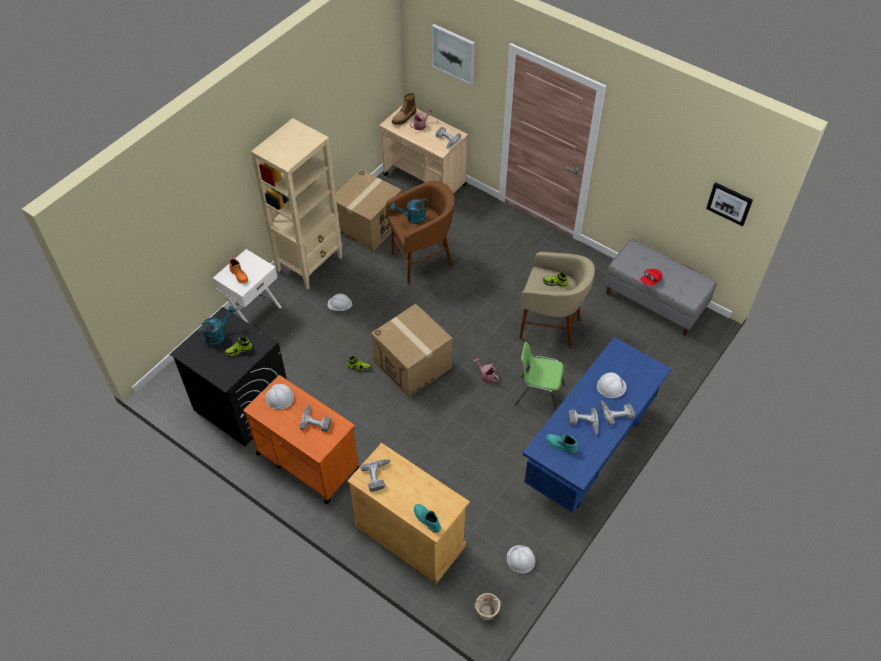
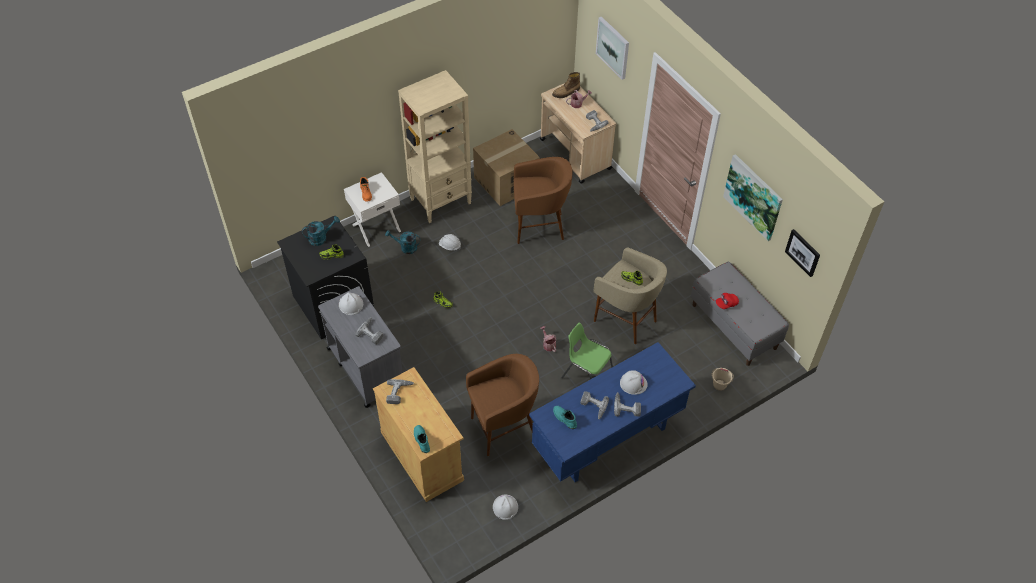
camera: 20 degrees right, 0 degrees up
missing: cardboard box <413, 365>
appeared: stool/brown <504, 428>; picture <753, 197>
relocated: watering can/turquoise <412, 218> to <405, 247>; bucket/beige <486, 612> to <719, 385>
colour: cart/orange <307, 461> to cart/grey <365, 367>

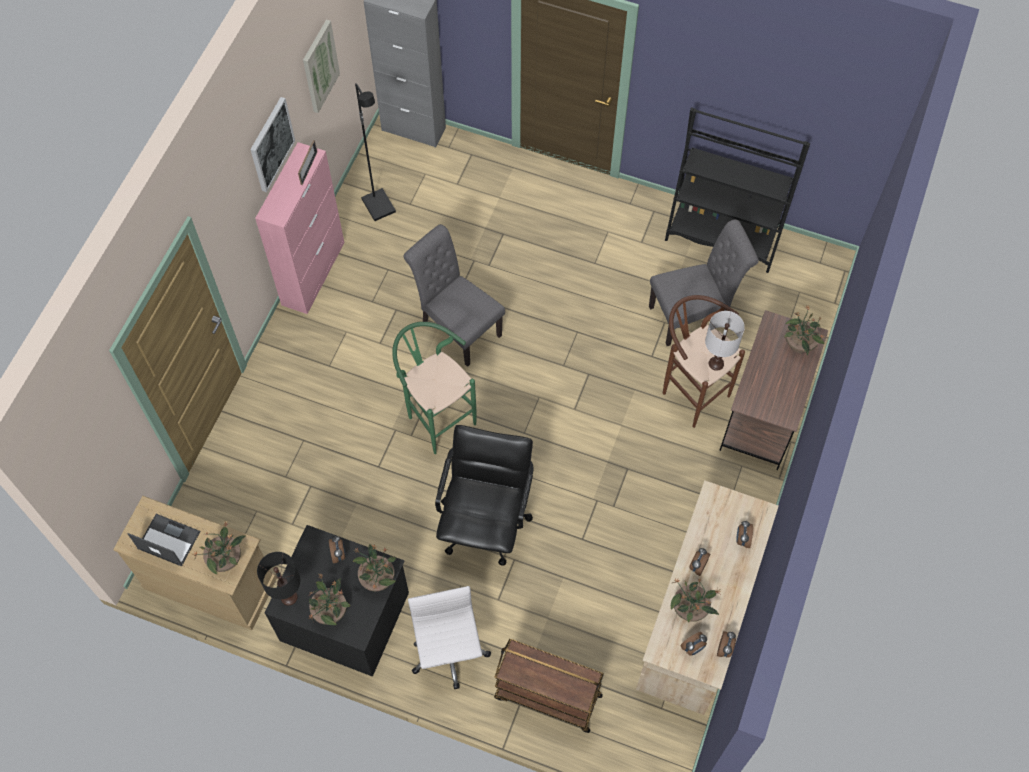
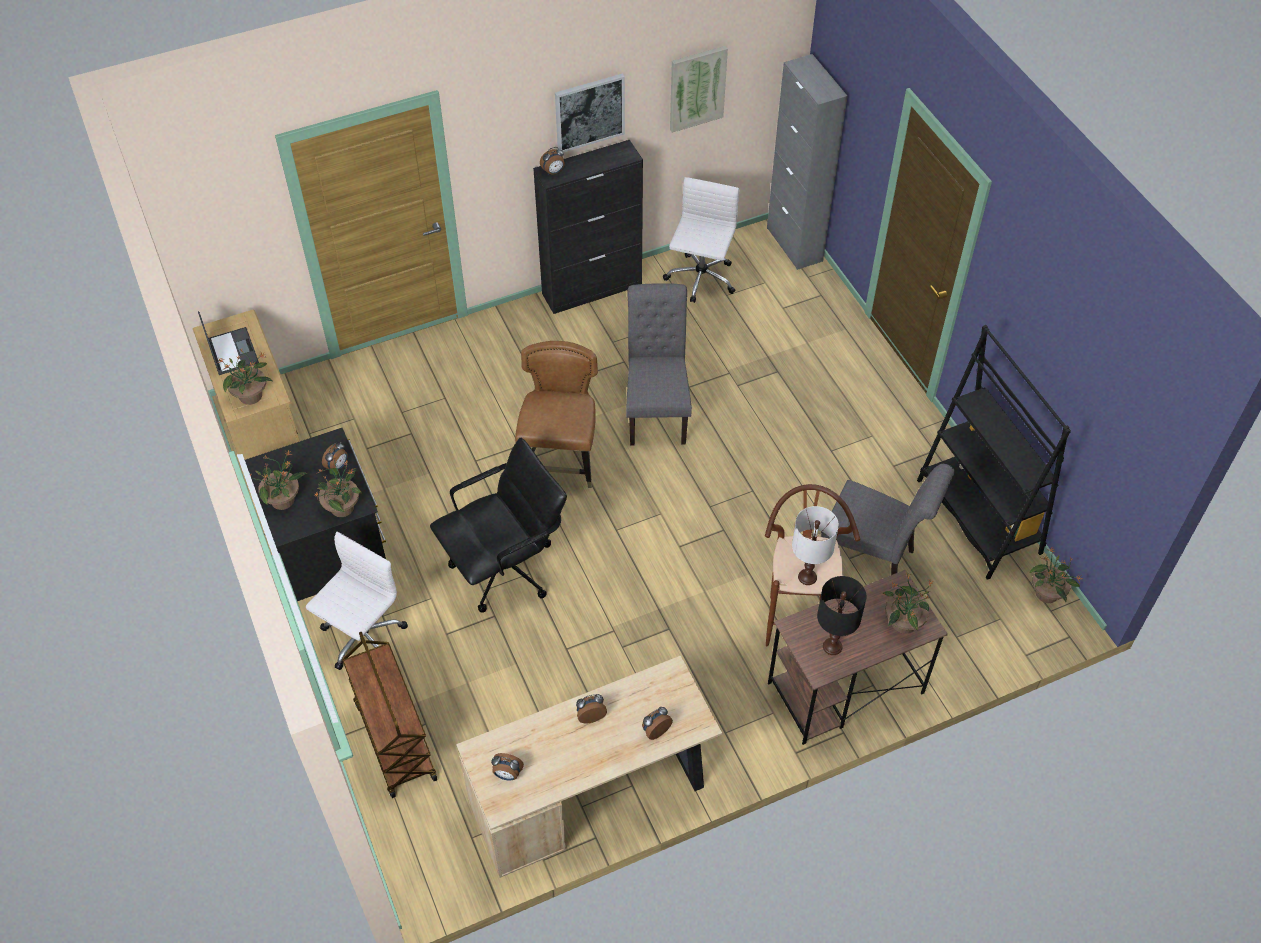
camera: 45 degrees right, 10 degrees down
missing: picture frame <309, 168>
relocated: alarm clock <725, 649> to <553, 172>; table lamp/black <289, 597> to <832, 647>; potted plant <690, 609> to <1047, 594>
exchanged: stool/green <437, 417> to chair/brown <561, 462>; floor lamp/black <379, 206> to office chair/white <700, 279>
colour: cabinet/pink <313, 273> to cabinet/black <592, 289>

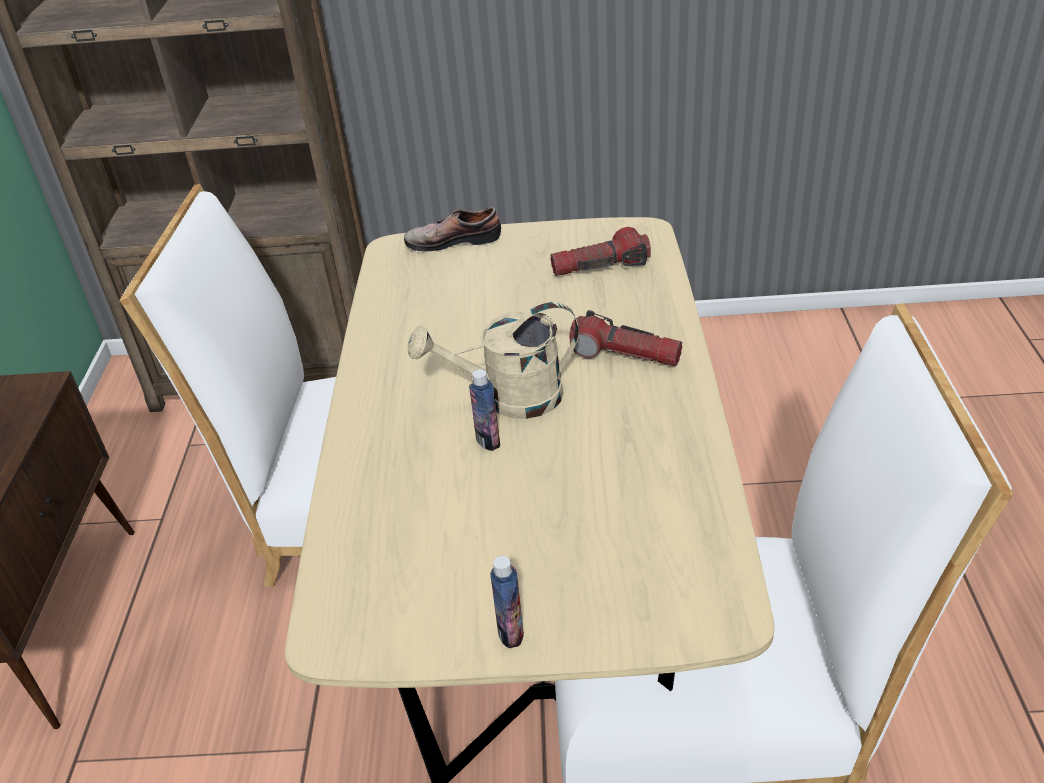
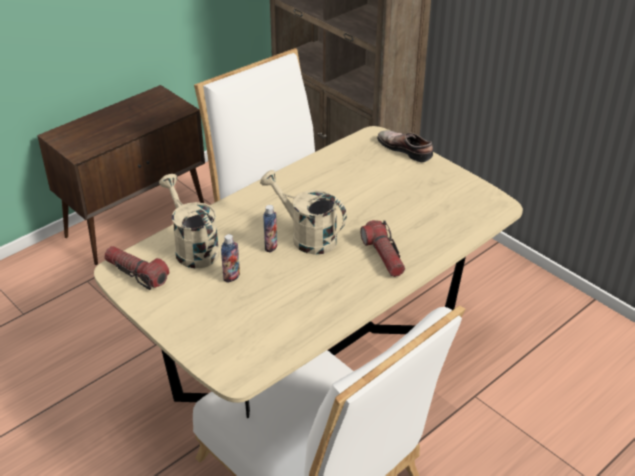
camera: 45 degrees right, 0 degrees up
appeared: watering can/beige <193, 248>
relocated: flashlight <600, 267> to <137, 273>; bottle <510, 632> to <231, 277>

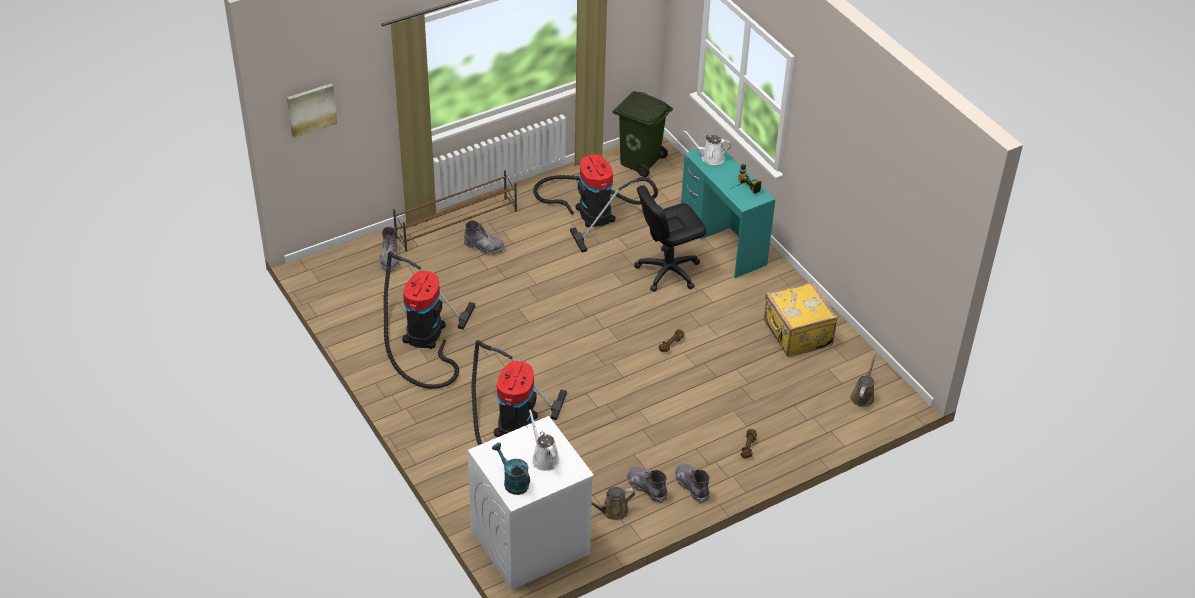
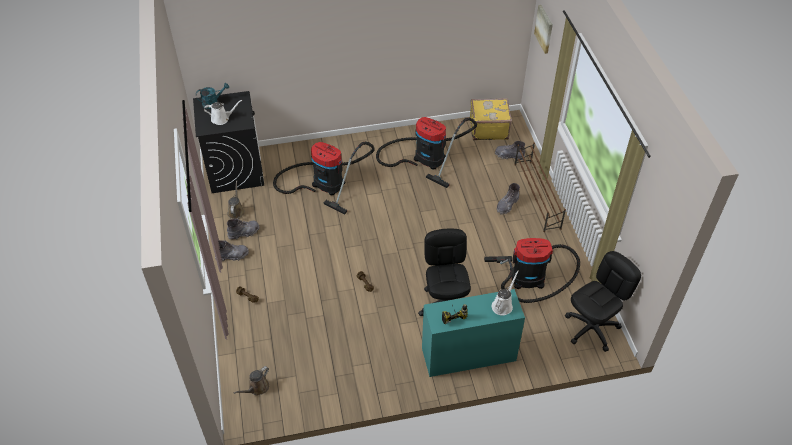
camera: 110 degrees right, 5 degrees up
relocated: suitcase/yellow <796, 334> to <488, 129>
exchanged: trash can/green <640, 161> to office chair/black <592, 328>
colour: washing machine/white <529, 542> to washing machine/black <235, 170>
spun: watering can/brown <863, 396> = <257, 388> 90 degrees clockwise

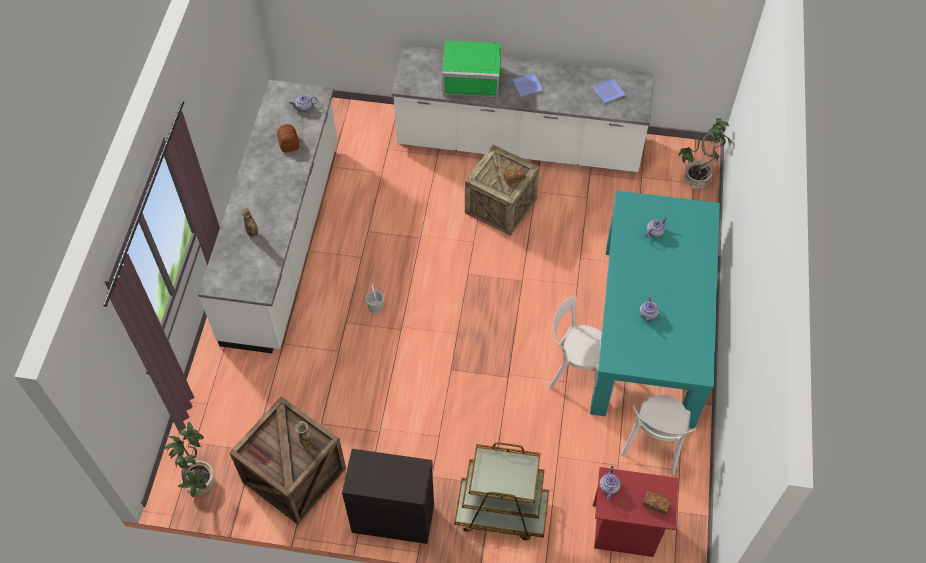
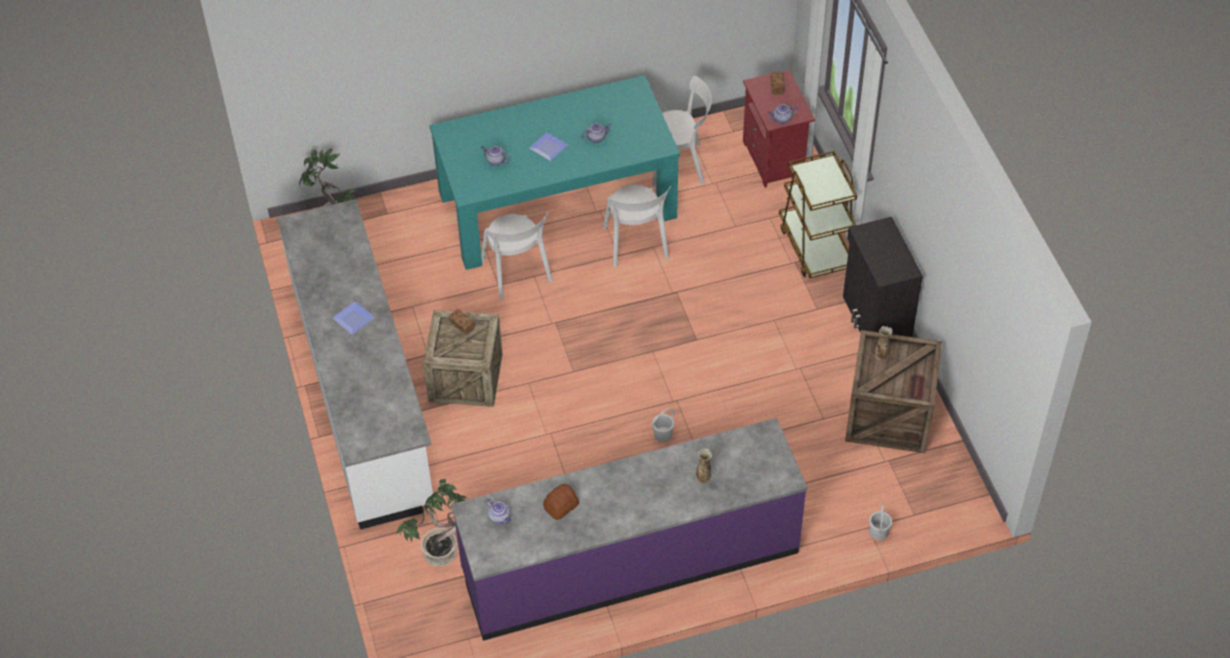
camera: 115 degrees left, 5 degrees down
missing: microwave/green <472, 77>
appeared: chair/white <517, 274>; bucket/white <879, 531>
relocated: potted plant <201, 482> to <440, 551>; plate <608, 91> to <548, 149>
colour: counter/white <284, 241> to counter/purple <630, 561>

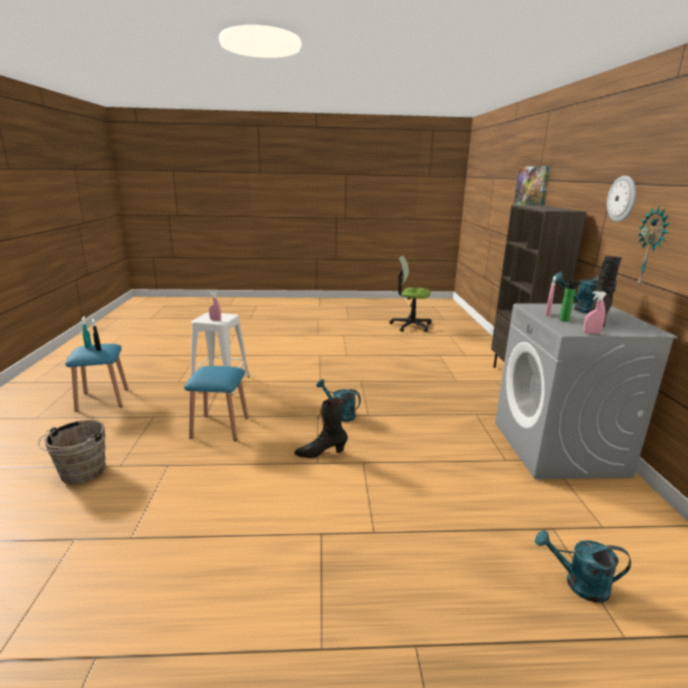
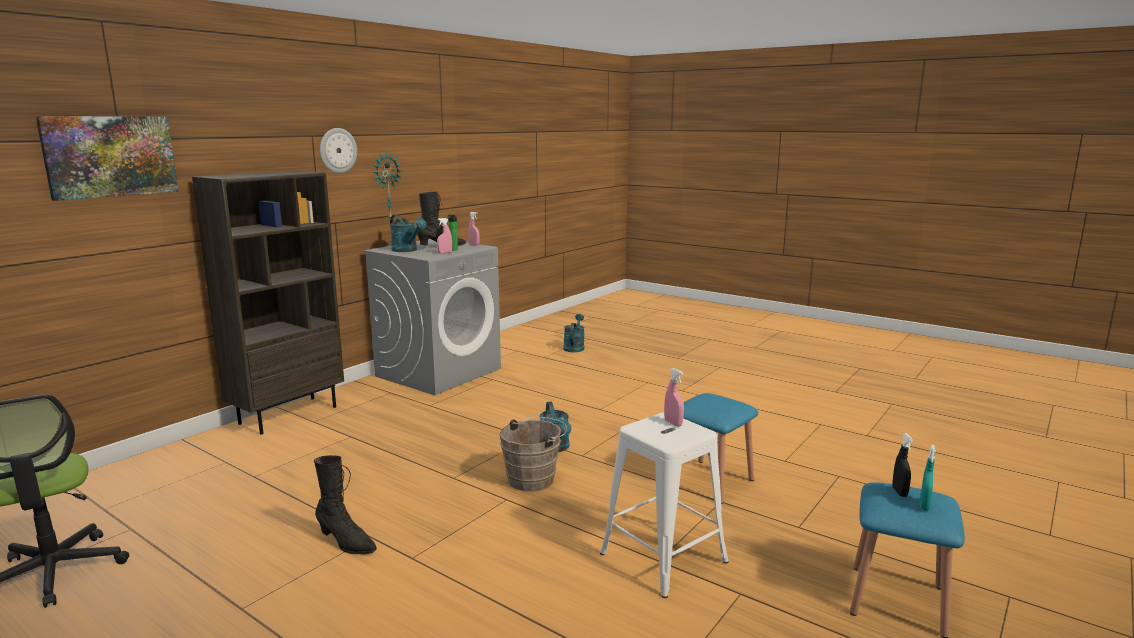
camera: 140 degrees left, 5 degrees down
relocated: boot/black <320, 453> to <346, 543>; bucket/brown <80, 474> to <534, 478>
spun: watering can/turquoise <578, 584> = <574, 347> 135 degrees counterclockwise

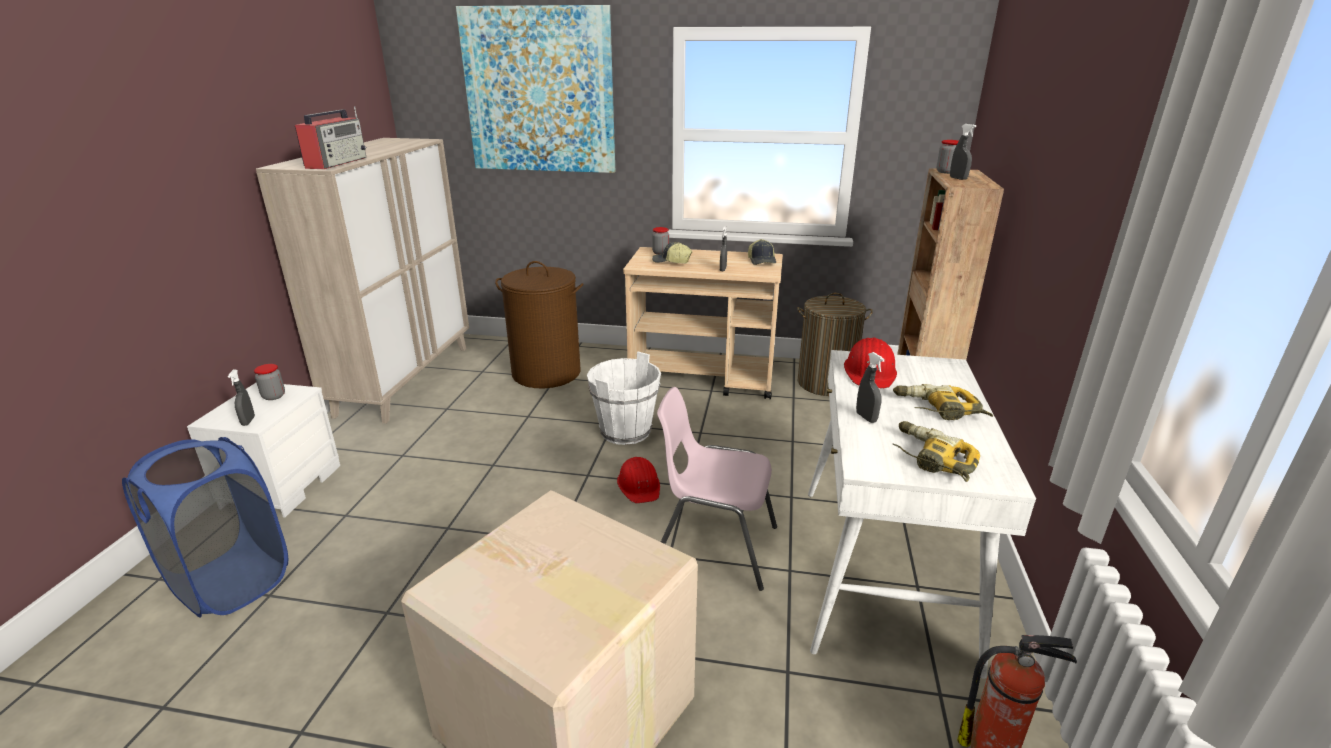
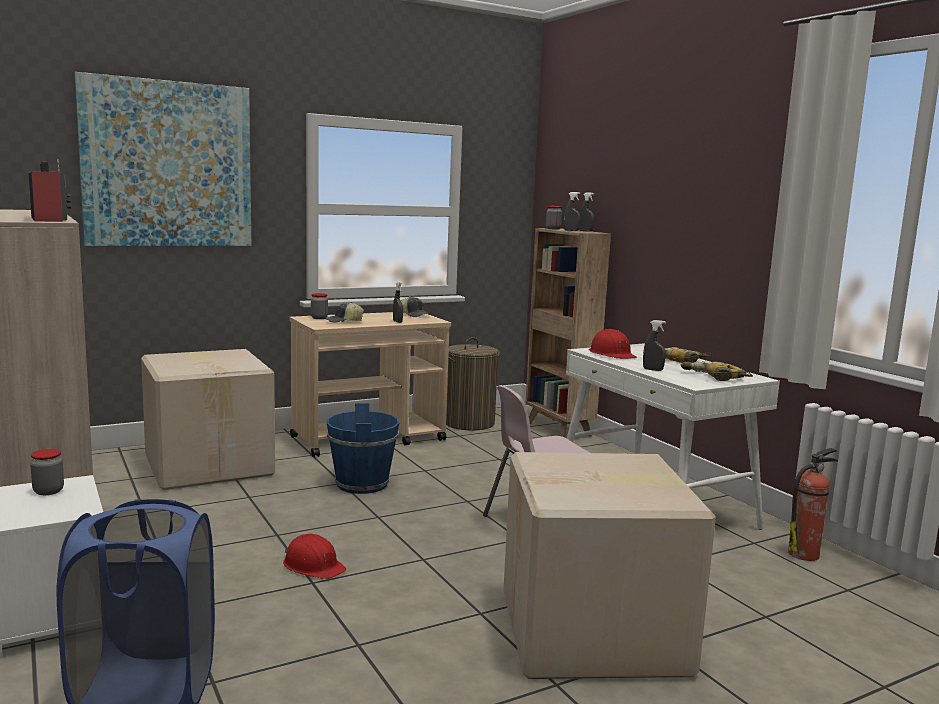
camera: 40 degrees left, 15 degrees down
relocated: hard hat/red <639, 485> to <313, 566>; spray bottle/grey <248, 421> to <585, 231>
exchanged: laundry basket/brown <546, 373> to cardboard box <210, 465>
colour: bucket/white <626, 432> to bucket/blue <362, 484>

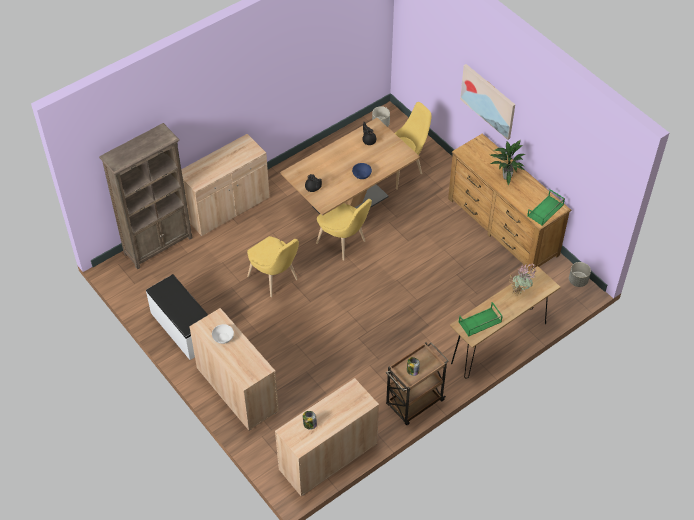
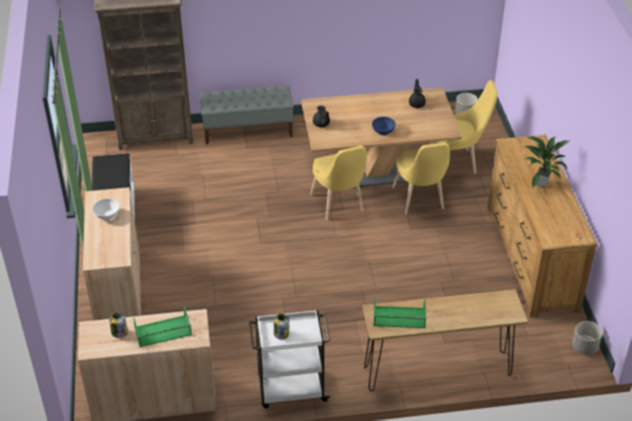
camera: 30 degrees right, 10 degrees down
missing: picture <488, 101>; potted plant <520, 291>
relocated: tray/green <545, 211> to <162, 332>; chair/yellow <275, 280> to <420, 200>
exchanged: cabinet/beige <227, 207> to bench/grey <248, 130>
colour: cart/brown <414, 403> to cart/white <290, 389>

